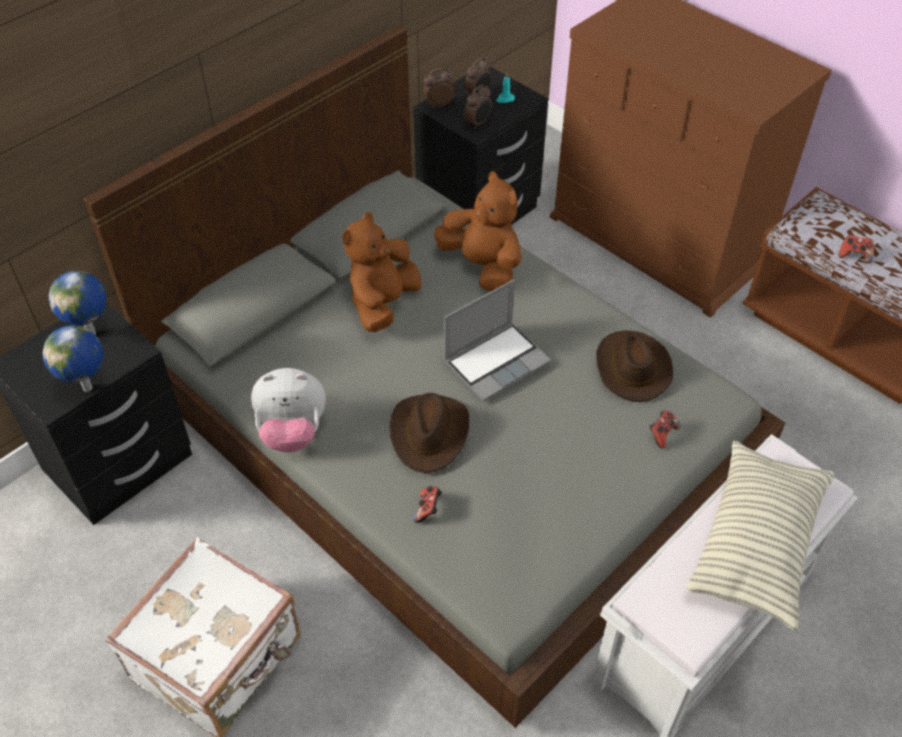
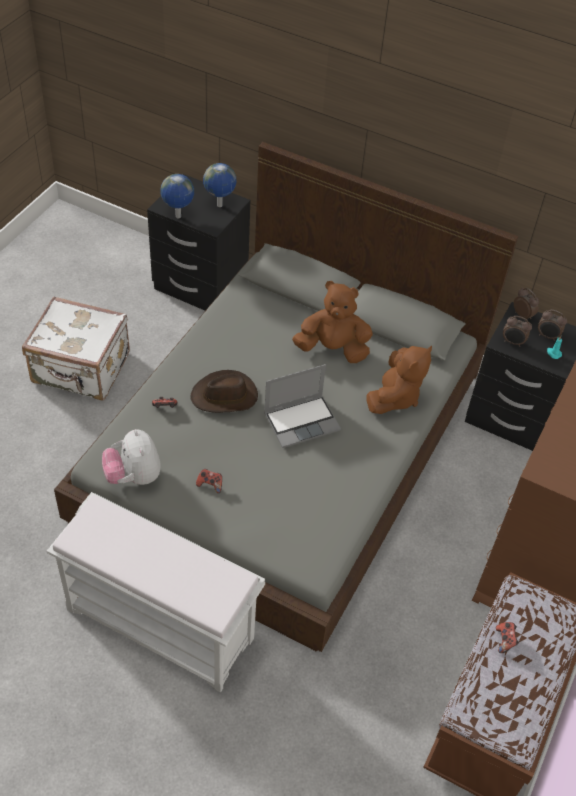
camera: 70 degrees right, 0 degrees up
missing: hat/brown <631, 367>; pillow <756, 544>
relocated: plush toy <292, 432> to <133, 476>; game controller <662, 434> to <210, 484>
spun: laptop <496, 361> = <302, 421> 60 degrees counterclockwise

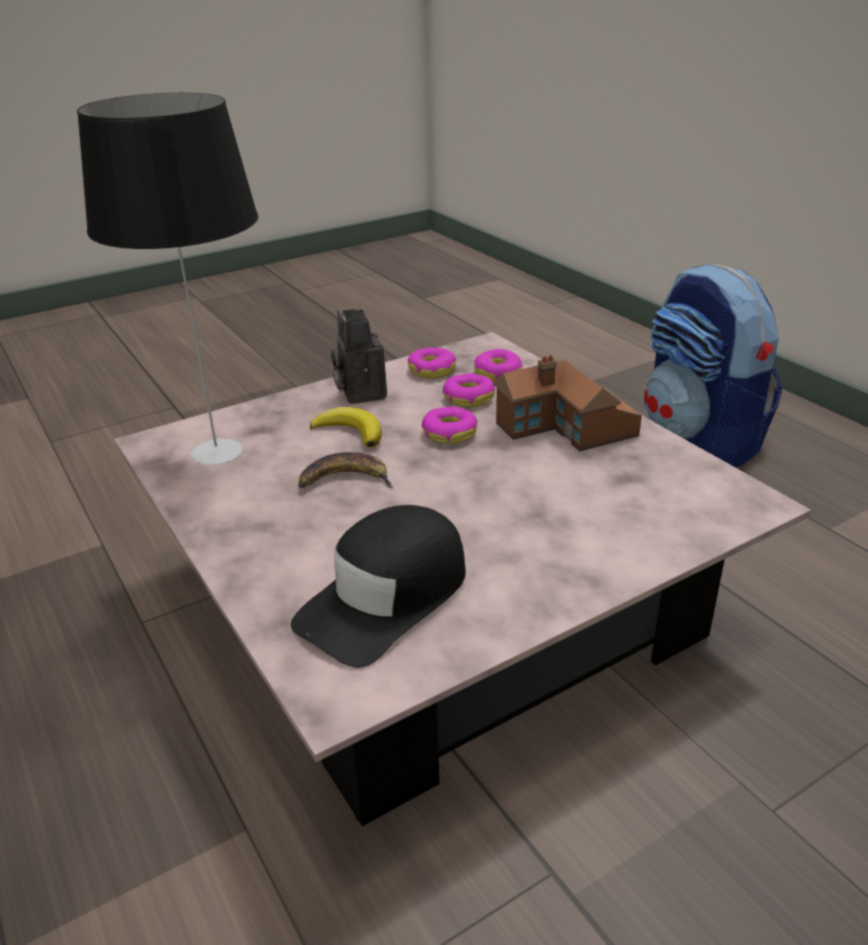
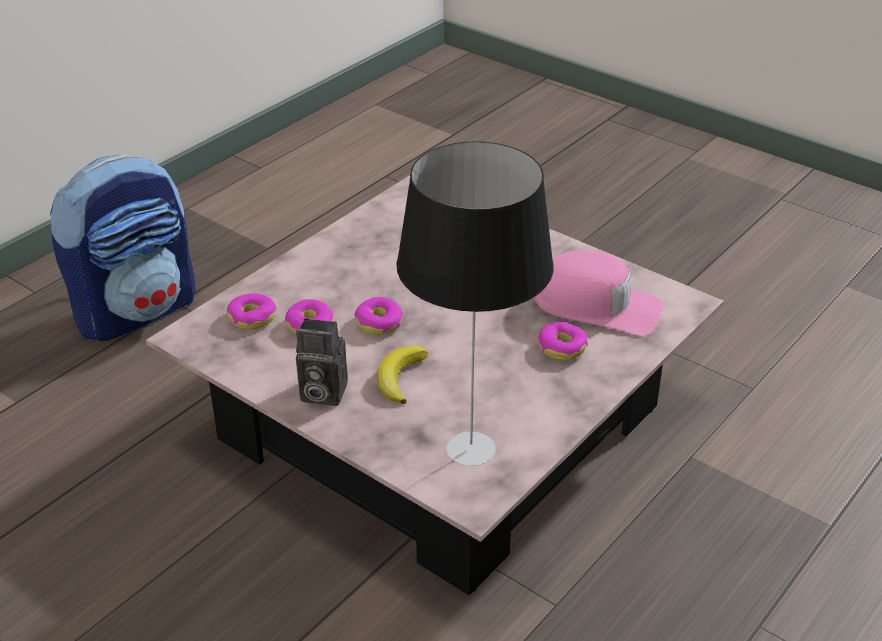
camera: 110 degrees left, 5 degrees up
missing: banana <344, 480>; toy house <566, 428>
relocated: donut <432, 370> to <562, 347>
colour: cap/black <386, 598> to cap/pink <597, 306>
spun: photo camera <360, 392> = <320, 393> 45 degrees clockwise

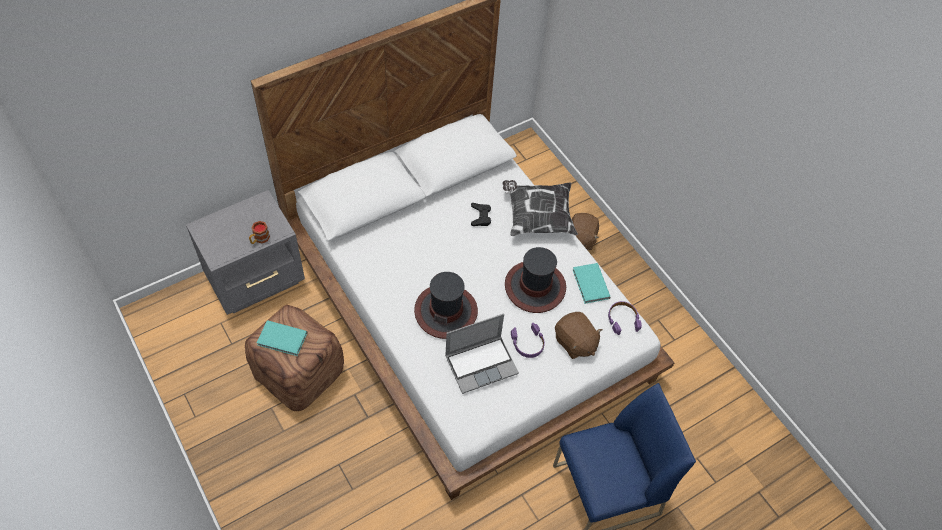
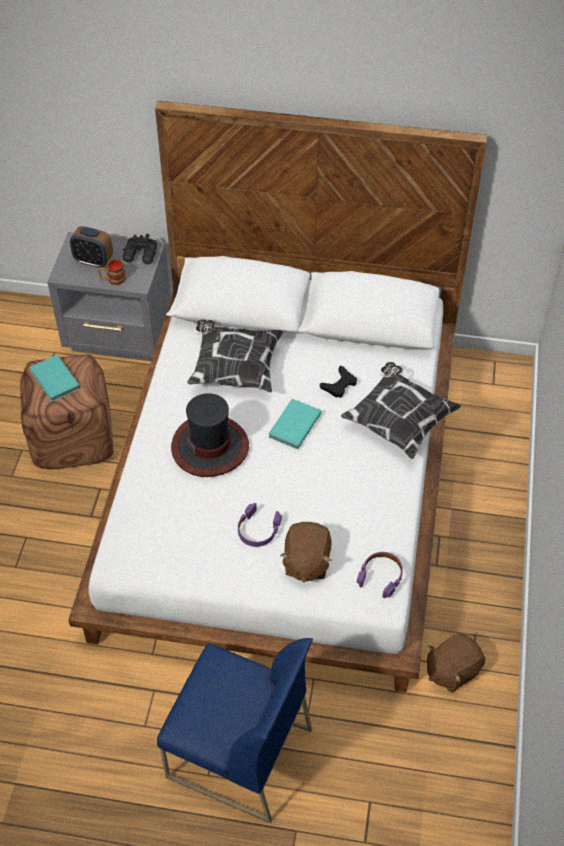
camera: 45 degrees right, 5 degrees down
missing: laptop <481, 363>; hat <535, 287>
appeared: alarm clock <93, 261>; binoculars/black <141, 255>; pillow <234, 368>
relocated: book/turquoise <590, 285> to <293, 425>; plush toy/brown <580, 239> to <452, 670>

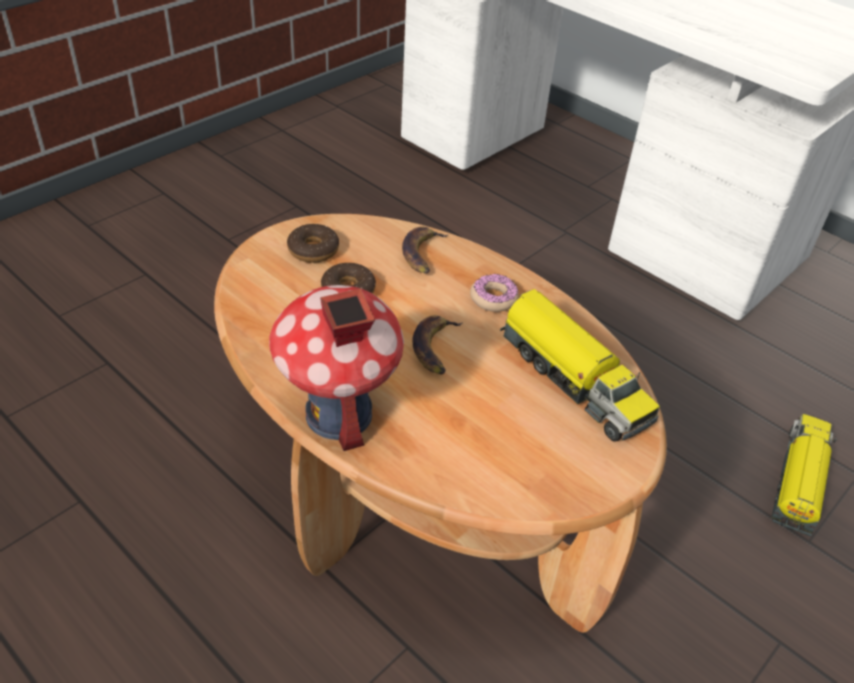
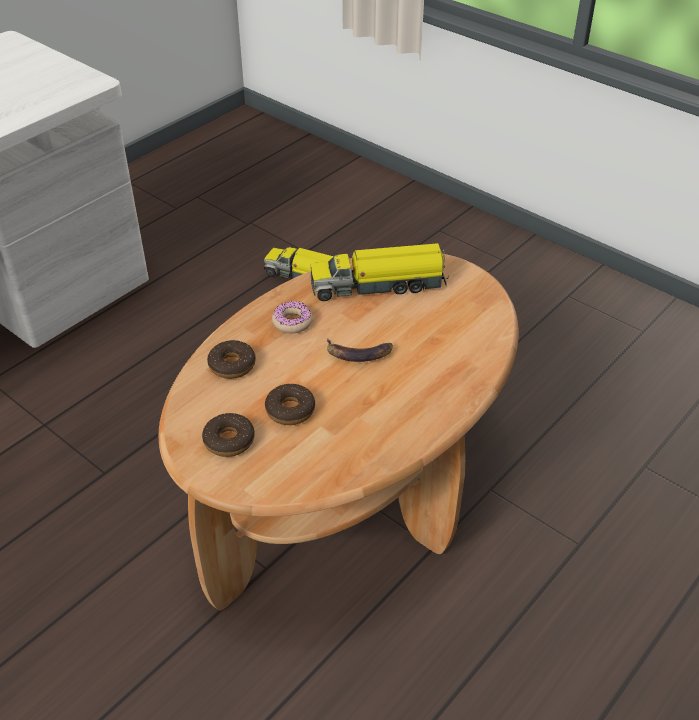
camera: 90 degrees left, 0 degrees up
missing: toy house <338, 415>
exchanged: banana <422, 254> to donut <232, 365>
spun: toy truck <572, 378> = <379, 285> 150 degrees counterclockwise

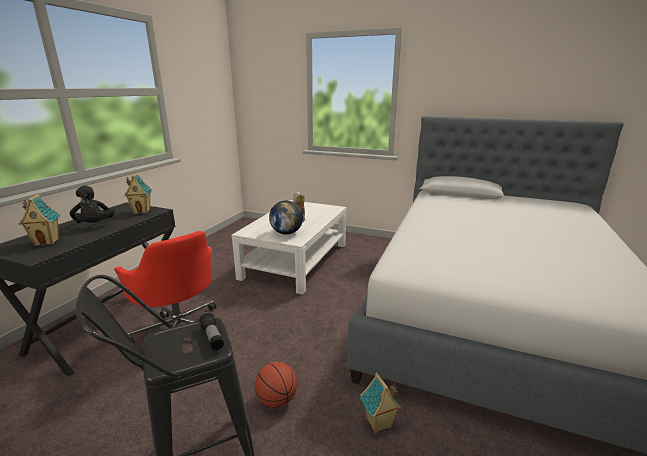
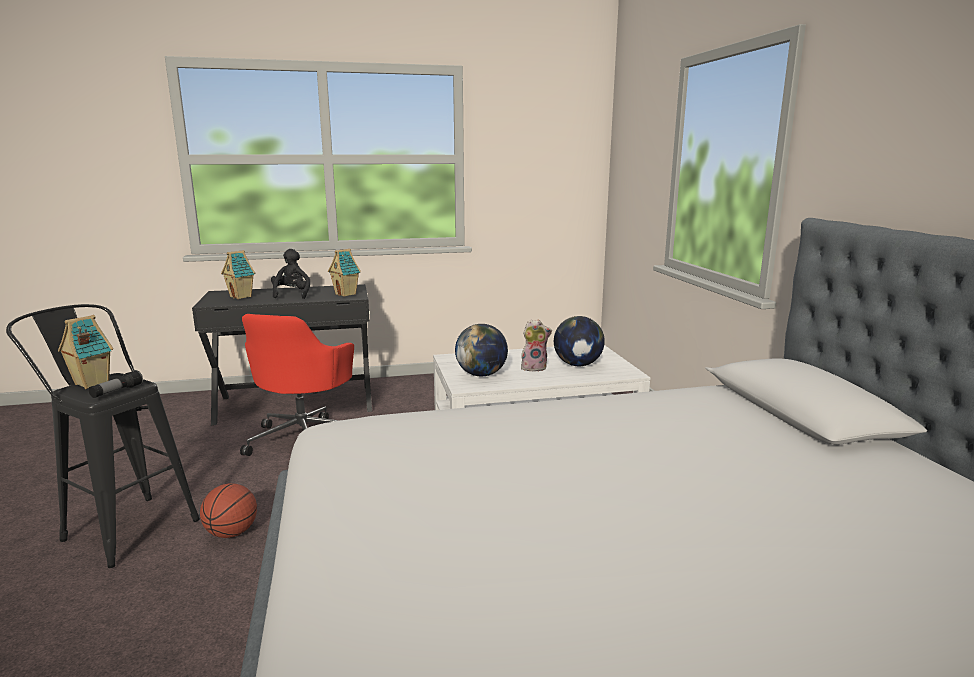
camera: 55 degrees right, 5 degrees down
appeared: globe <578, 365>
relocated: toy house <378, 424> to <91, 384>
spun: plush toy/black <95, 225> = <292, 295> 150 degrees clockwise

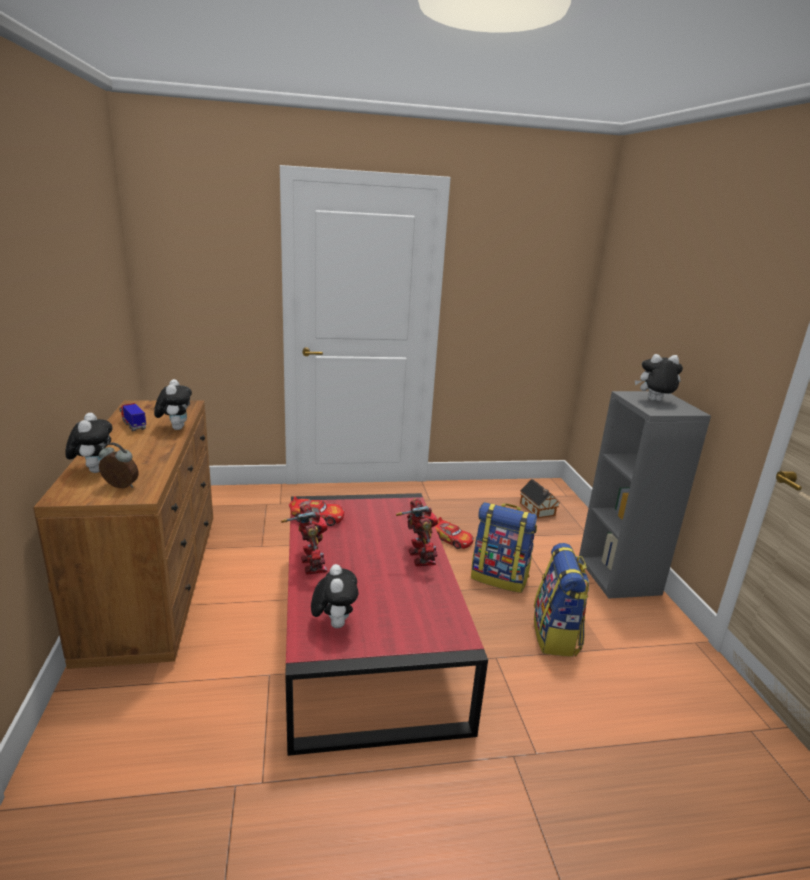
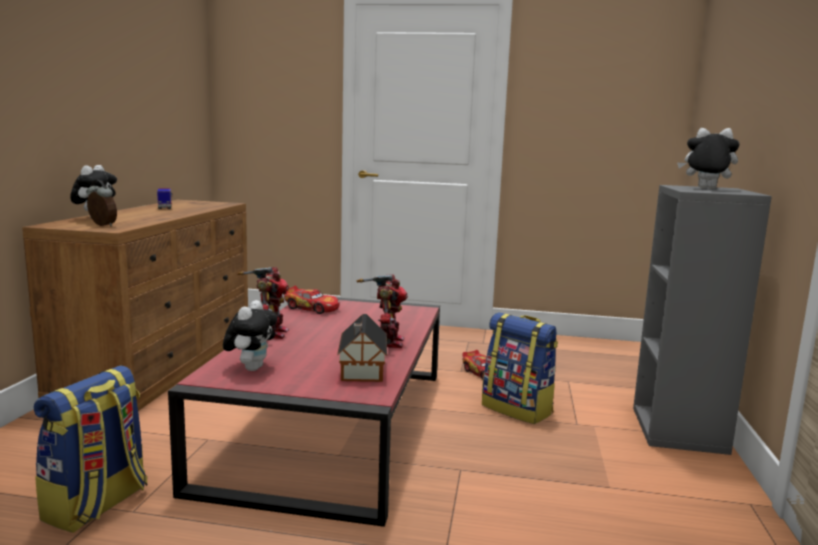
camera: 20 degrees right, 10 degrees down
missing: plush toy <176, 428>
relocated: backpack <556, 635> to <97, 505>; toy house <538, 510> to <361, 370>

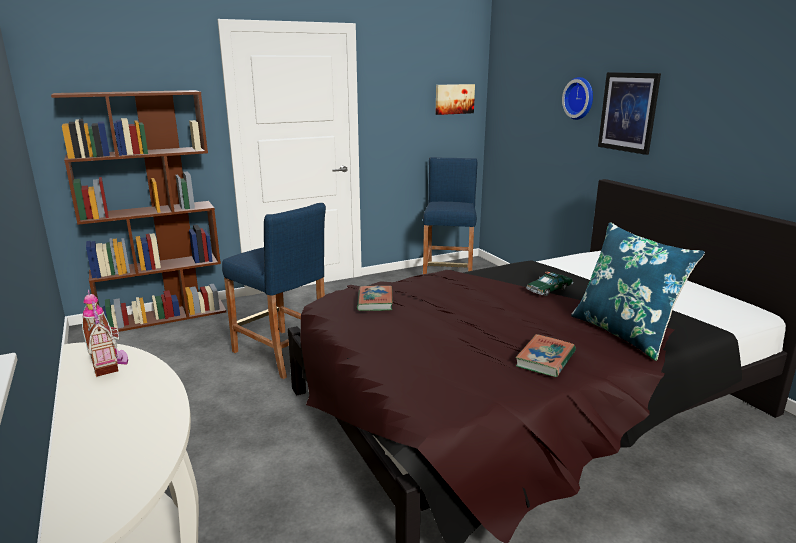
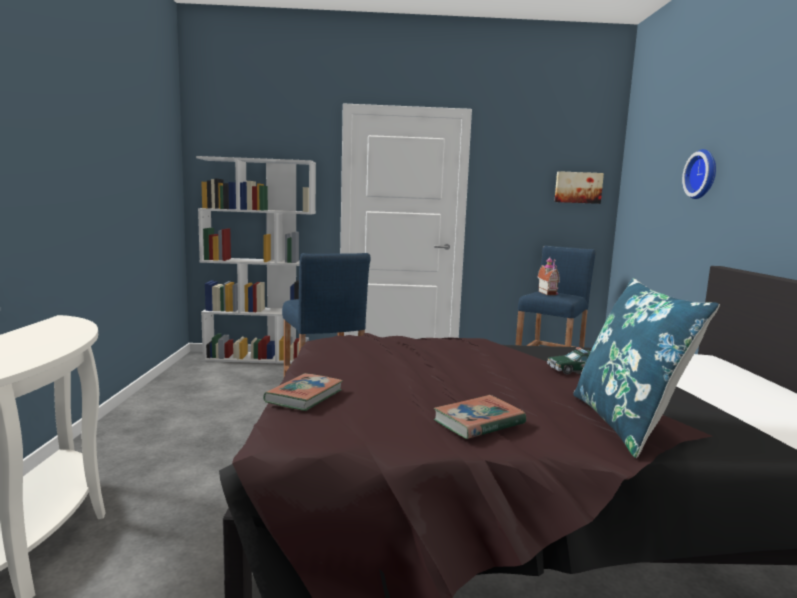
camera: 25 degrees right, 10 degrees down
missing: picture <628, 112>
relocated: book <375, 301> to <304, 396>; toy house <109, 362> to <549, 293>
colour: bookcase/brown <164, 316> to bookcase/white <261, 358>

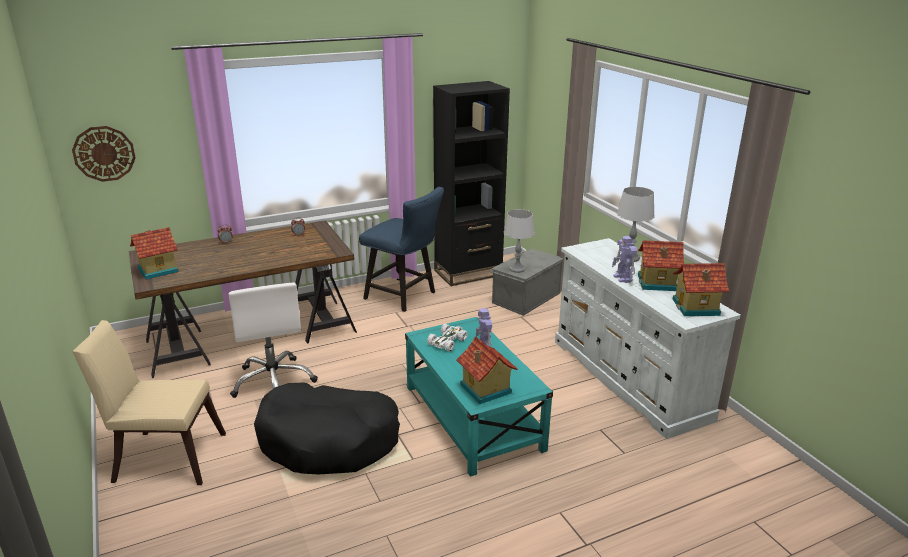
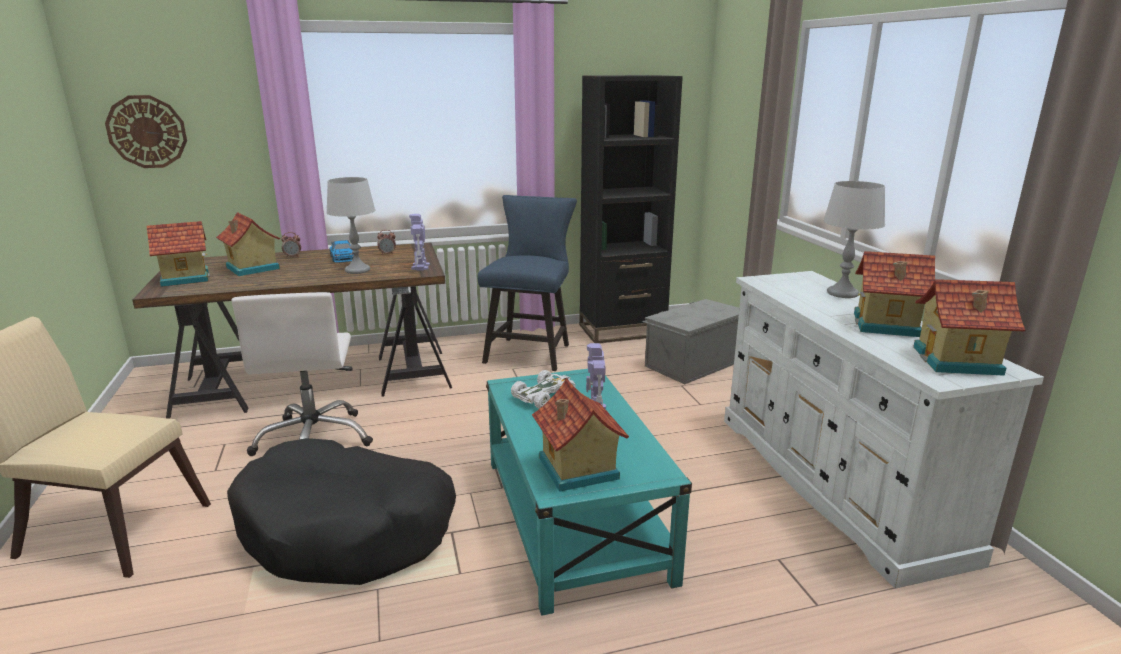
camera: 10 degrees right, 5 degrees down
appeared: toy house <251, 268>; toy car <343, 258>
relocated: table lamp/grey <517, 269> to <358, 270>; toy robot <623, 278> to <420, 267>
spun: chair/blue <404, 296> = <530, 351> 120 degrees counterclockwise

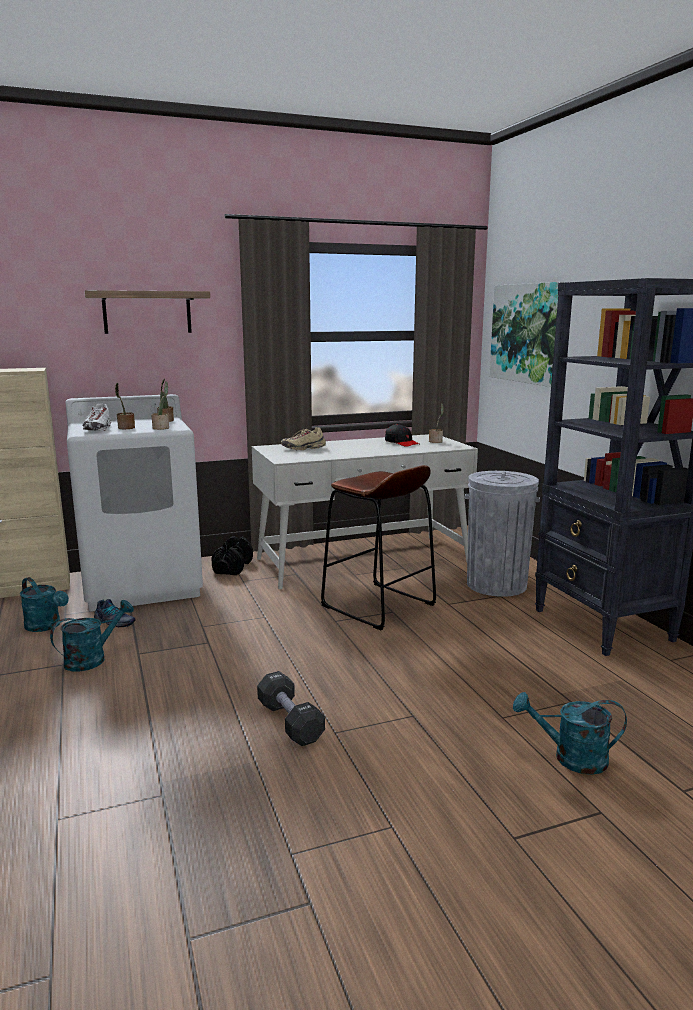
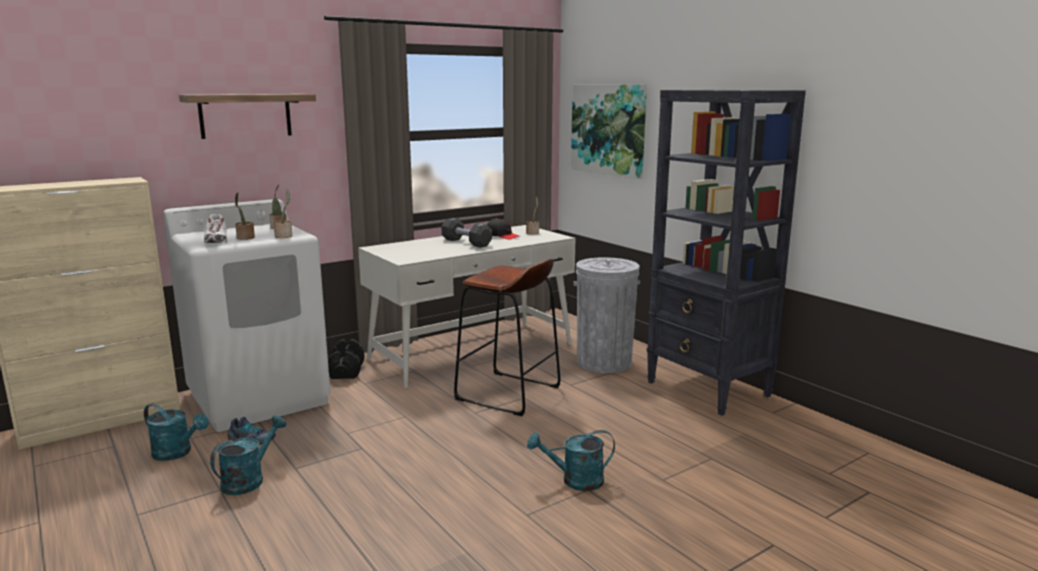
camera: 15 degrees left, 0 degrees up
missing: shoe/beige <304, 448>
relocated: dumbbell/black <290, 722> to <466, 243>; watering can/turquoise <570, 758> to <575, 481>

